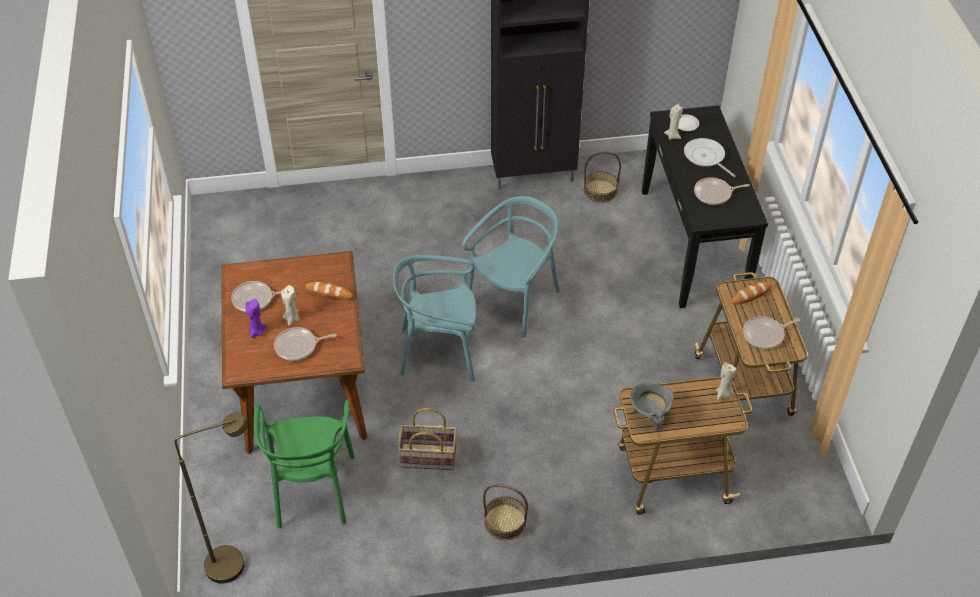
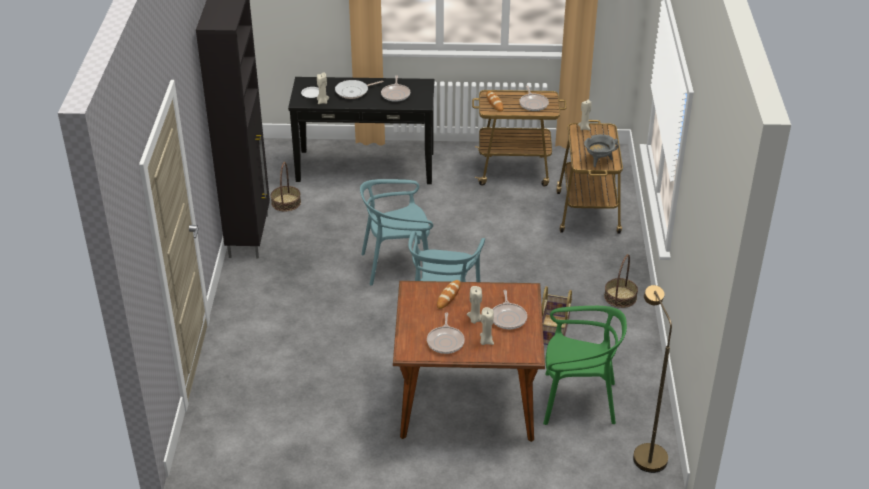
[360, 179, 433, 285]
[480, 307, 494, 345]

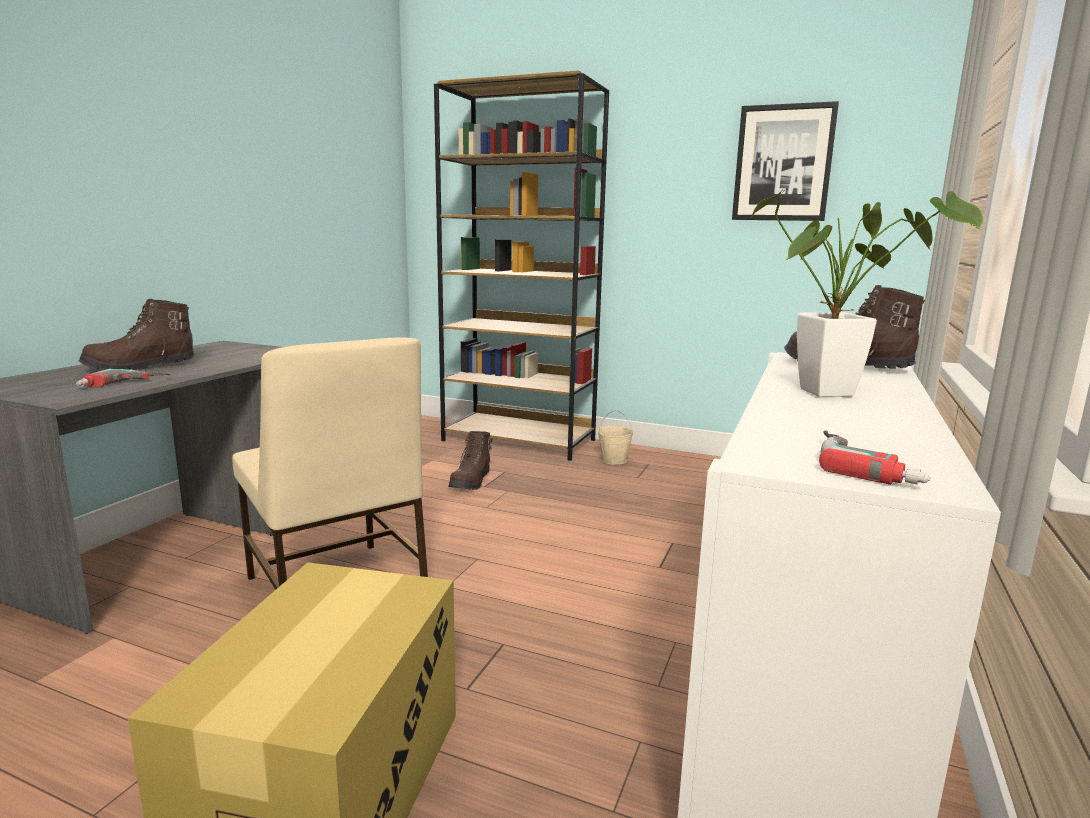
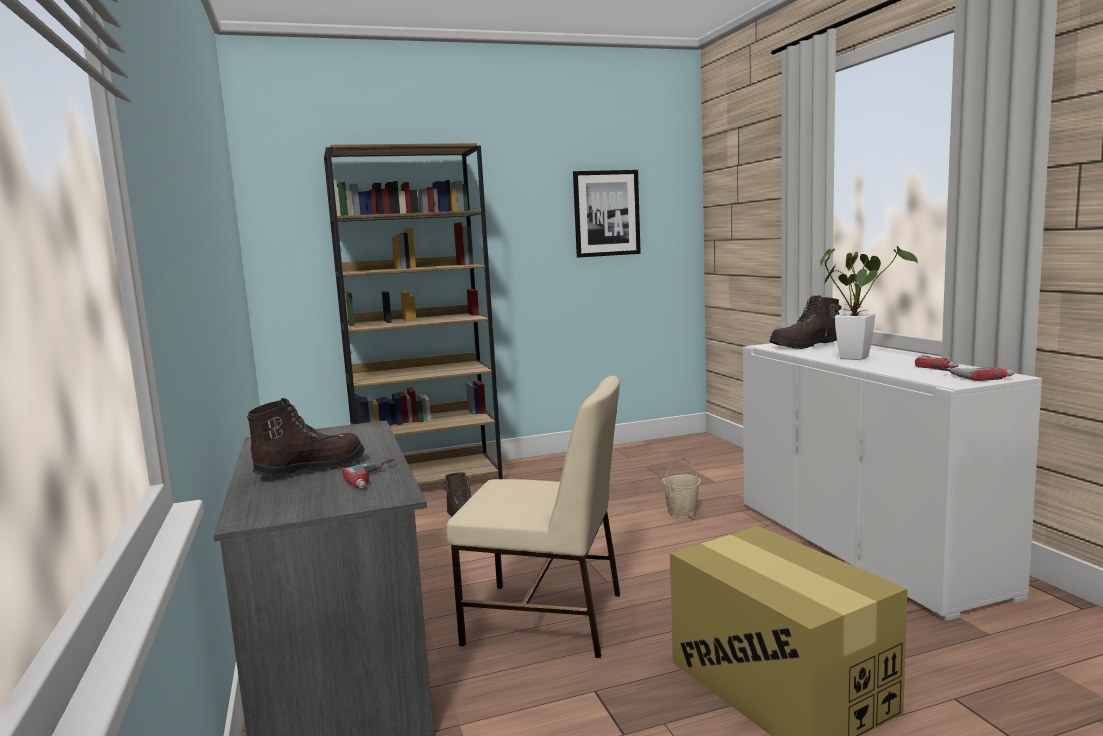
[247, 398, 365, 476]
[662, 458, 700, 517]
[915, 355, 959, 369]

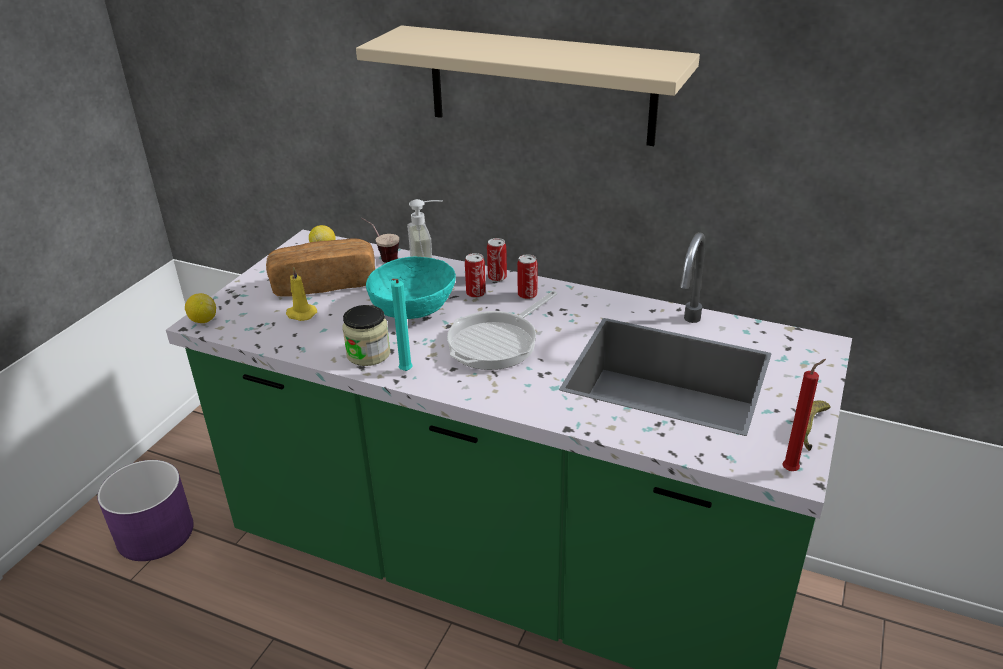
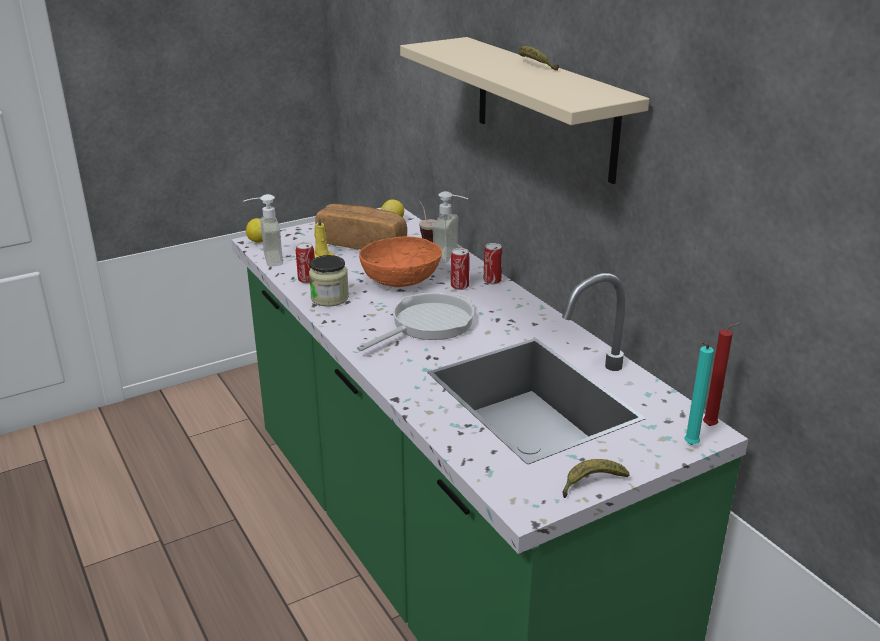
[296, 242, 315, 283]
[359, 237, 442, 287]
[684, 342, 714, 445]
[357, 292, 474, 351]
[703, 322, 742, 426]
[97, 460, 194, 561] (first image)
[519, 46, 559, 71]
[243, 194, 283, 267]

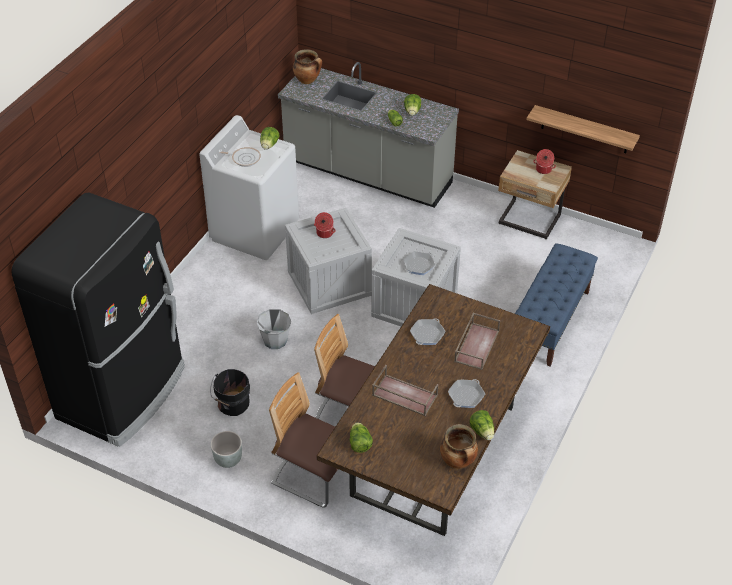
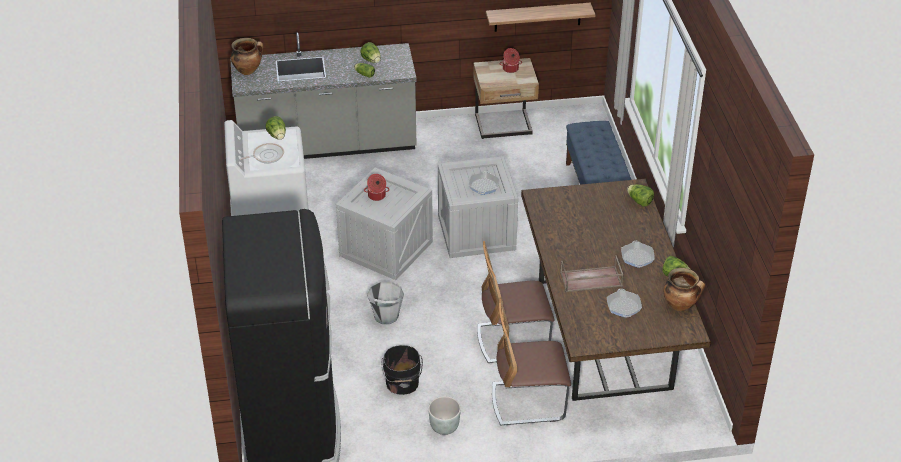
[454, 312, 500, 370] (first image)
[607, 289, 642, 318]
[627, 184, 654, 207]

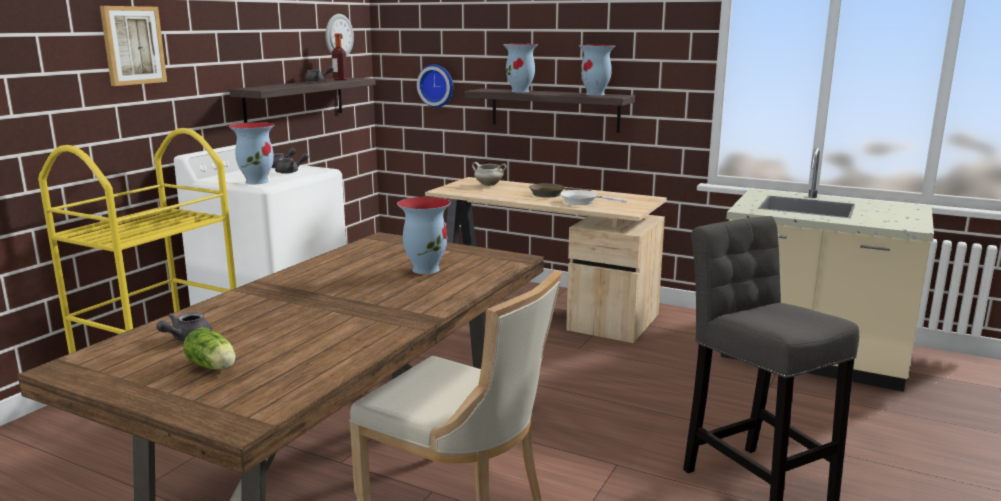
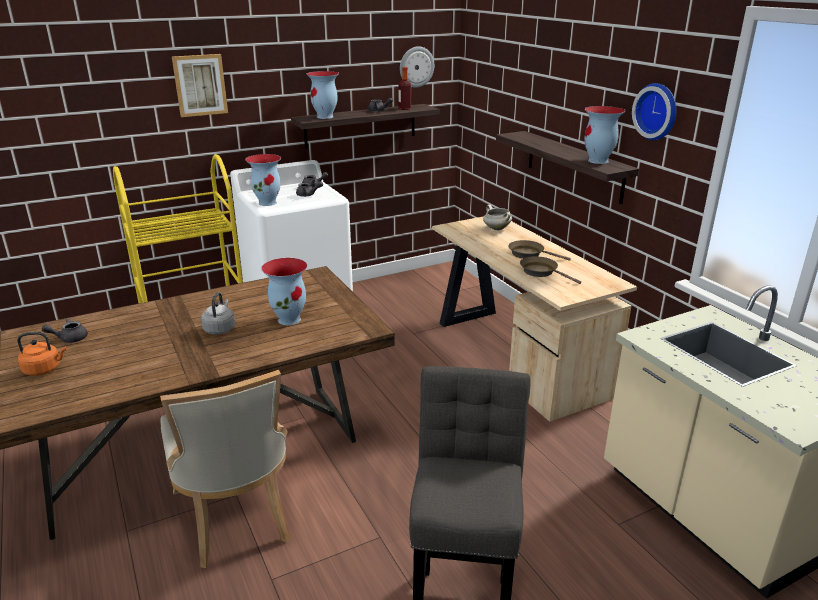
[307, 71, 339, 119]
[632, 83, 677, 140]
[520, 257, 581, 284]
[17, 332, 67, 376]
[201, 292, 235, 335]

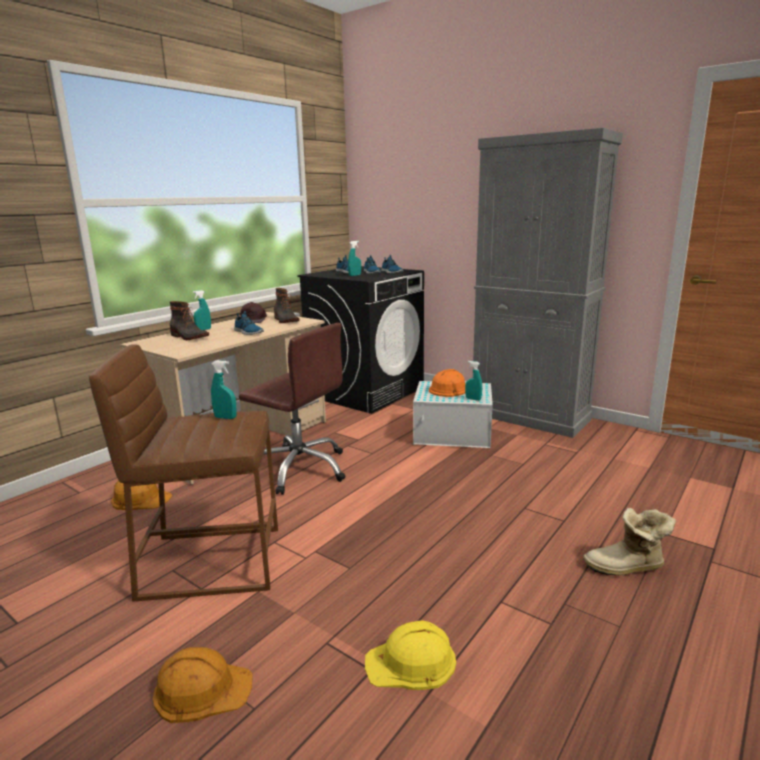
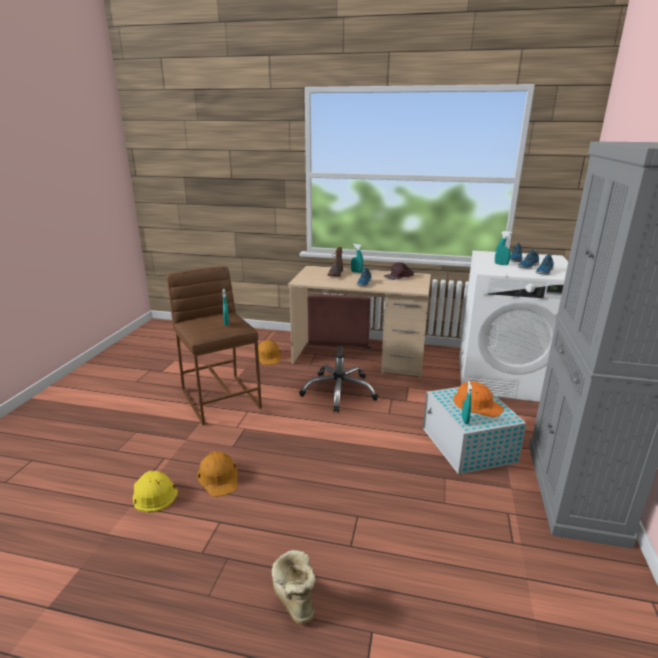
[459, 250, 568, 402]
[274, 288, 300, 323] (first image)
[197, 451, 238, 497]

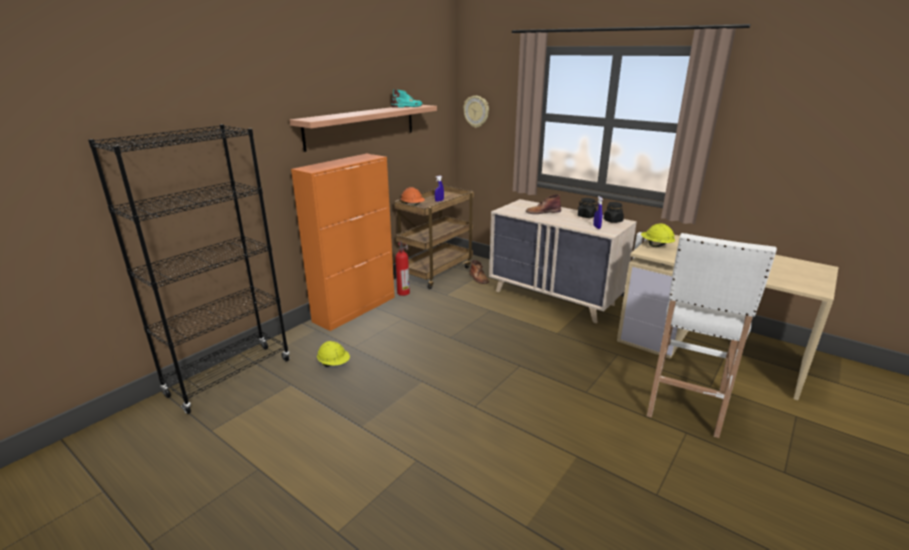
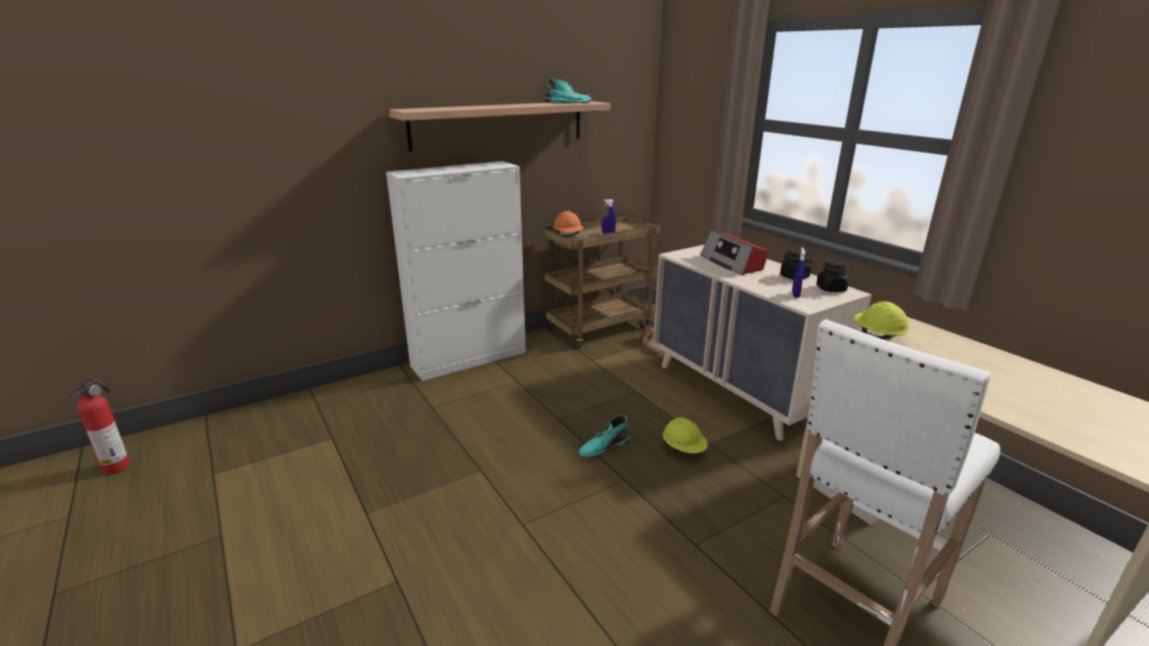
[463, 96, 489, 128] (first image)
[88, 124, 290, 414] (first image)
[386, 161, 526, 381]
[700, 229, 767, 275]
[70, 375, 130, 475]
[663, 417, 708, 453]
[578, 415, 630, 458]

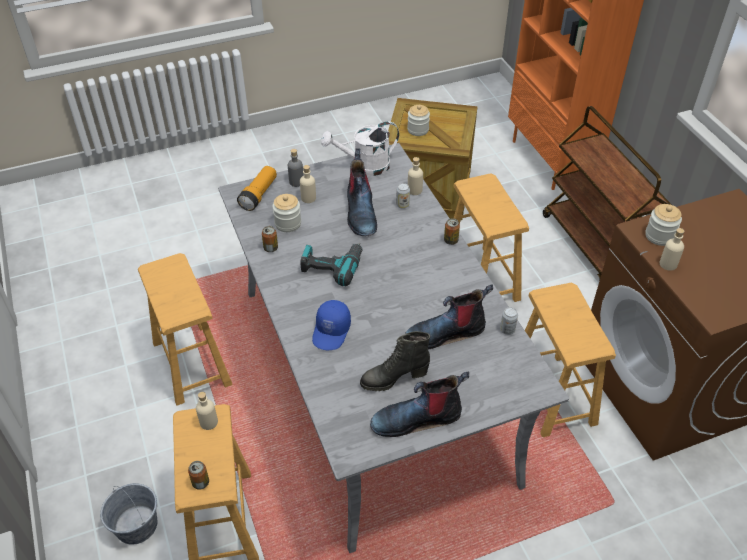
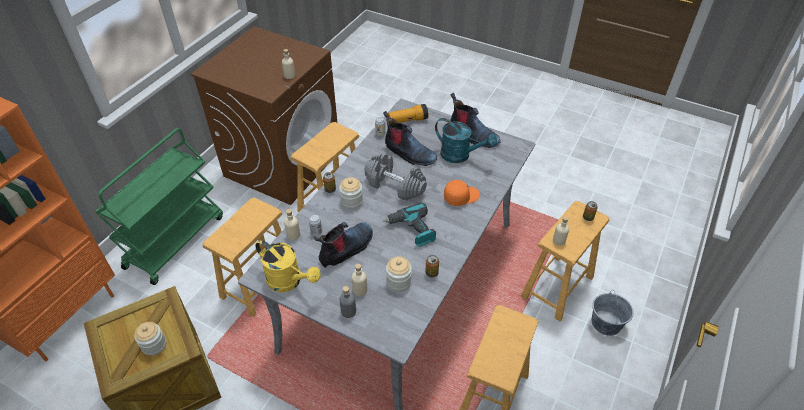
[95, 128, 223, 285]
[255, 240, 321, 292]
[388, 104, 429, 123]
[339, 177, 363, 209]
[444, 180, 480, 206]
[435, 118, 497, 163]
[365, 153, 427, 201]

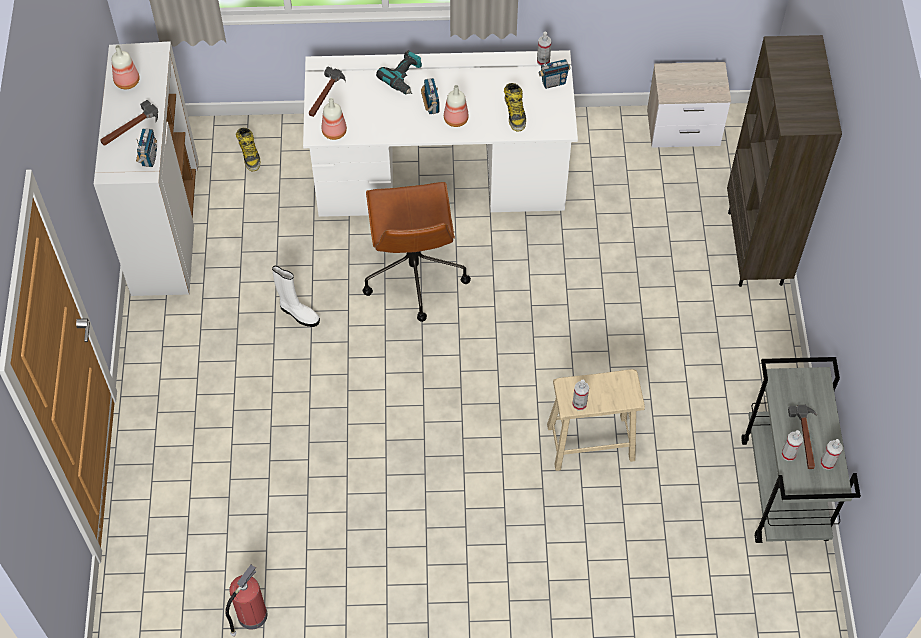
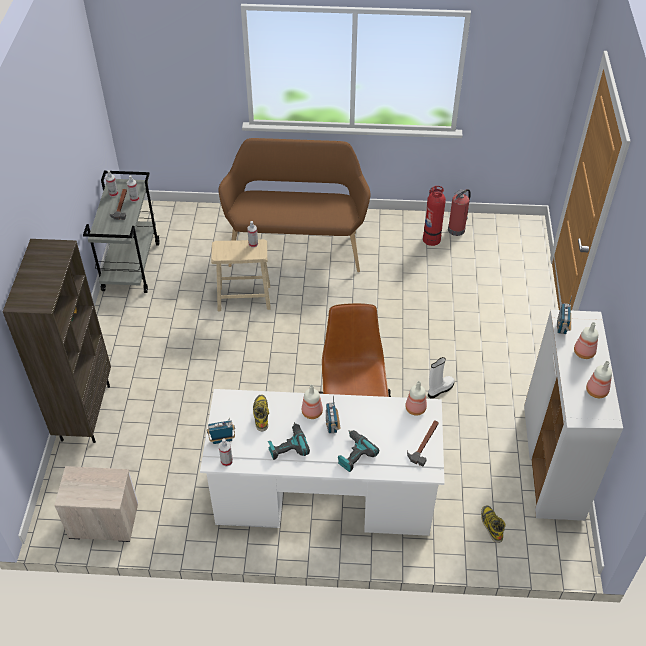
[574, 322, 598, 359]
[428, 357, 455, 399]
[218, 138, 371, 272]
[423, 186, 446, 246]
[268, 422, 310, 460]

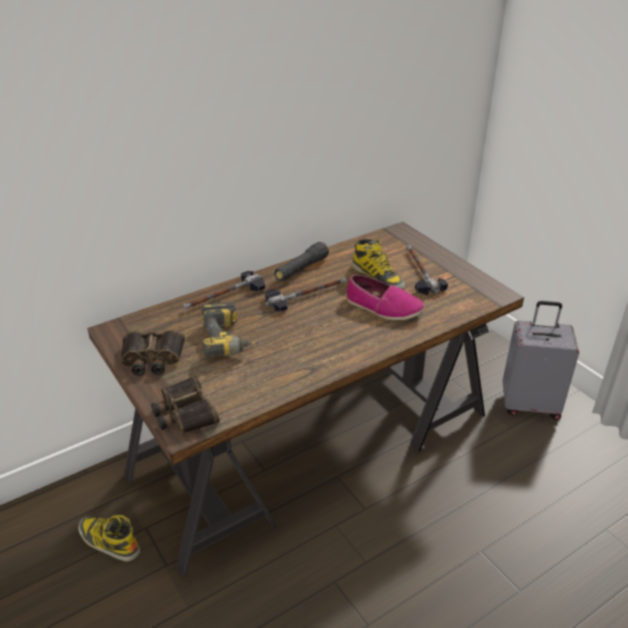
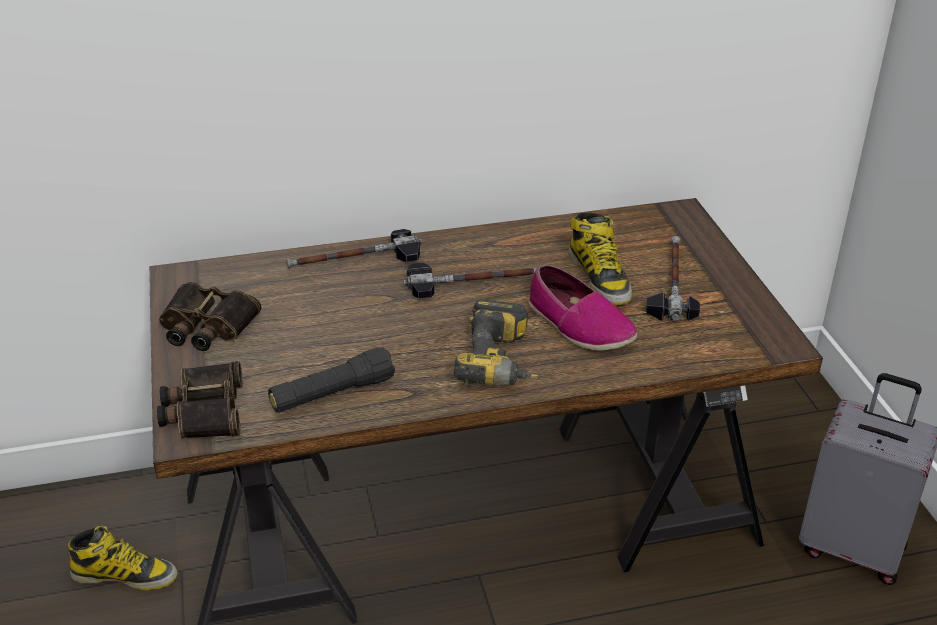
[268, 347, 395, 412]
[454, 299, 544, 386]
[67, 526, 178, 590]

